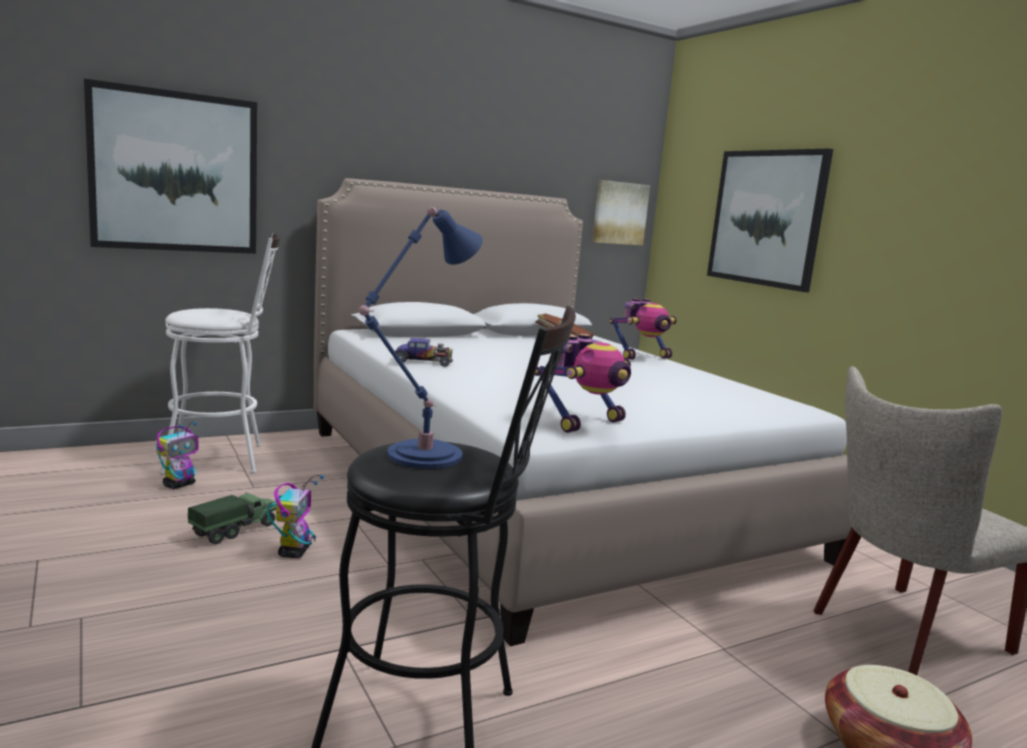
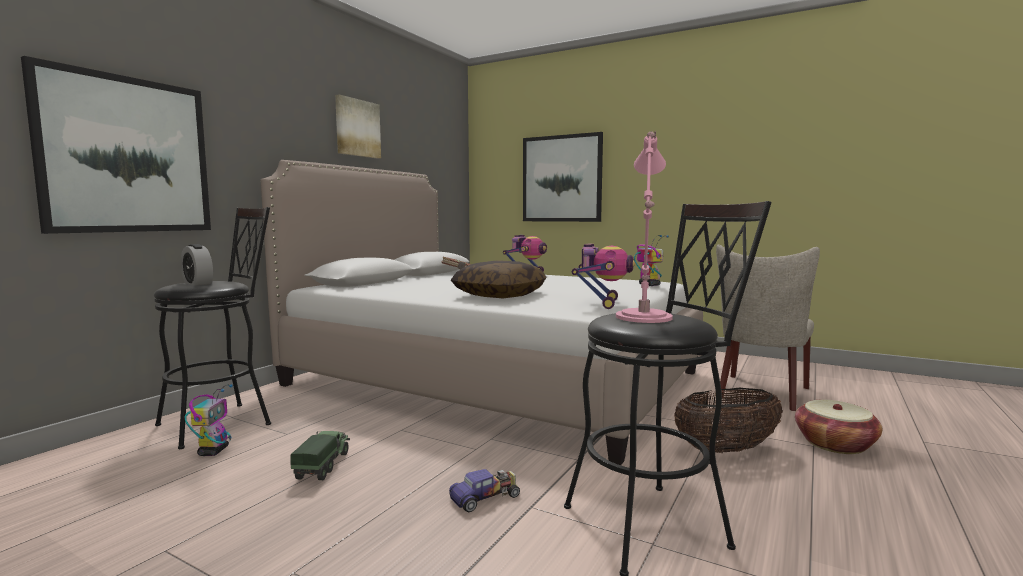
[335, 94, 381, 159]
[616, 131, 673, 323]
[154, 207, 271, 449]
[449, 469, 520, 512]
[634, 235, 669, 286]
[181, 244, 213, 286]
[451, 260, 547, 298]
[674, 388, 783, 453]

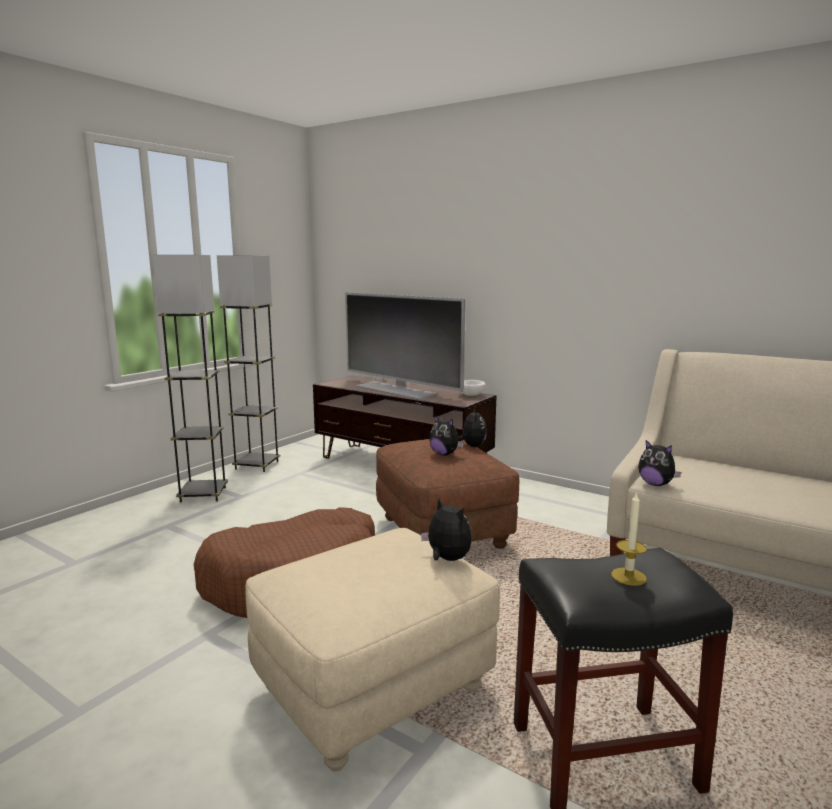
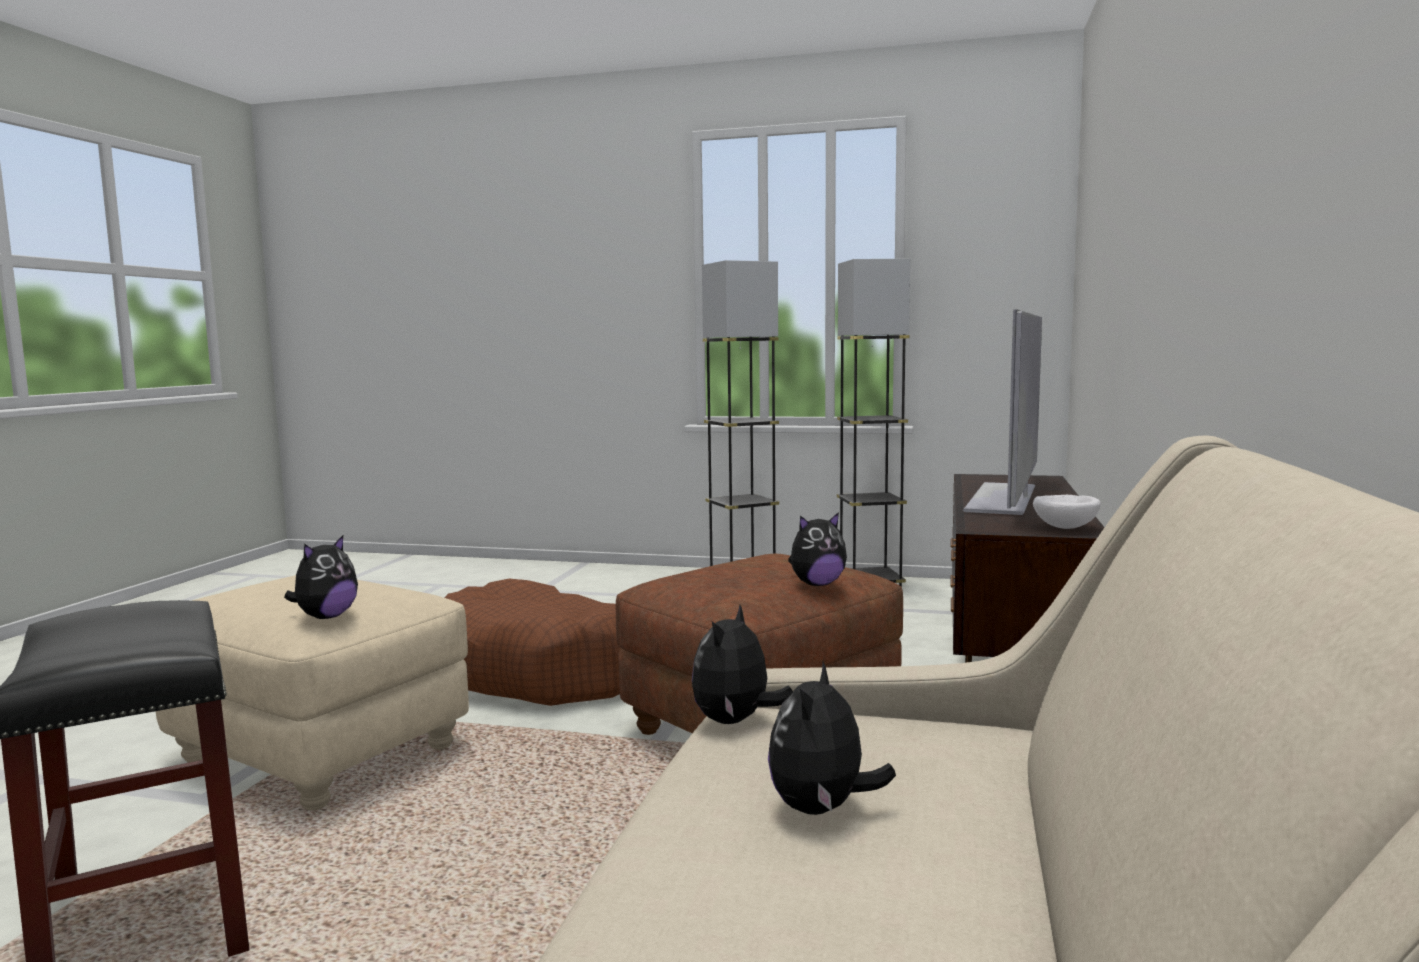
[768, 662, 896, 815]
[611, 491, 647, 586] (first image)

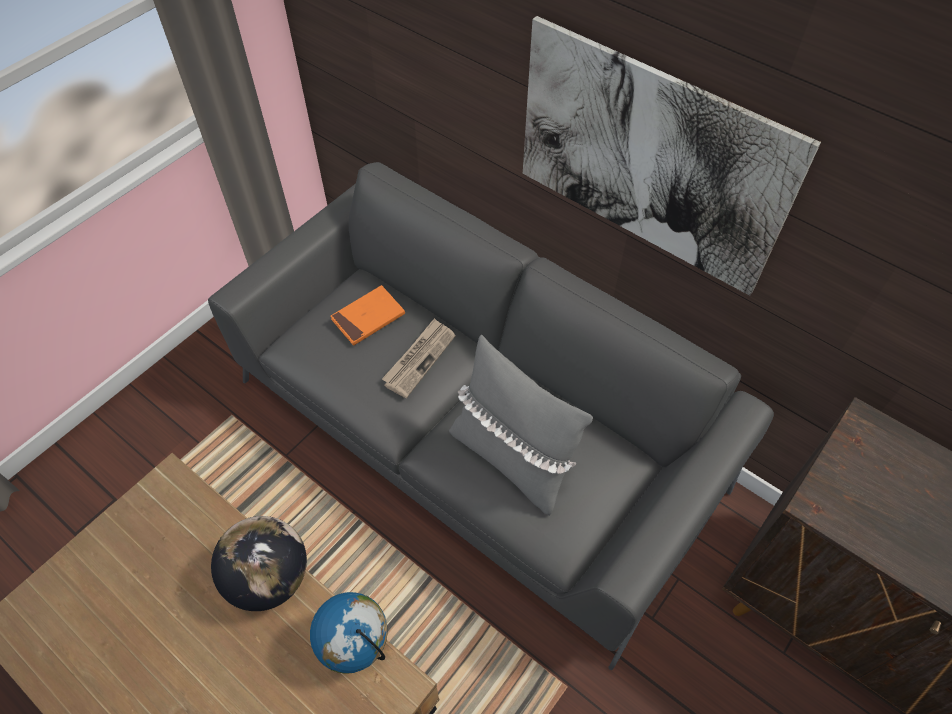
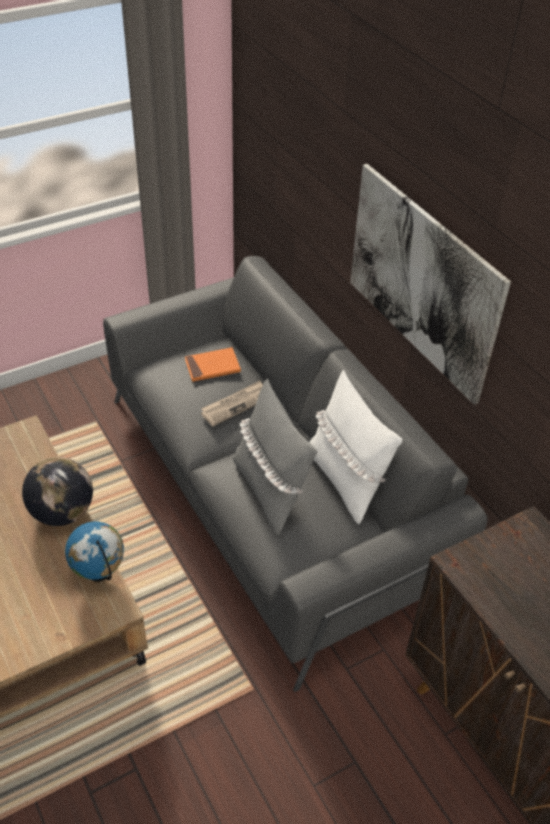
[309, 370, 402, 524]

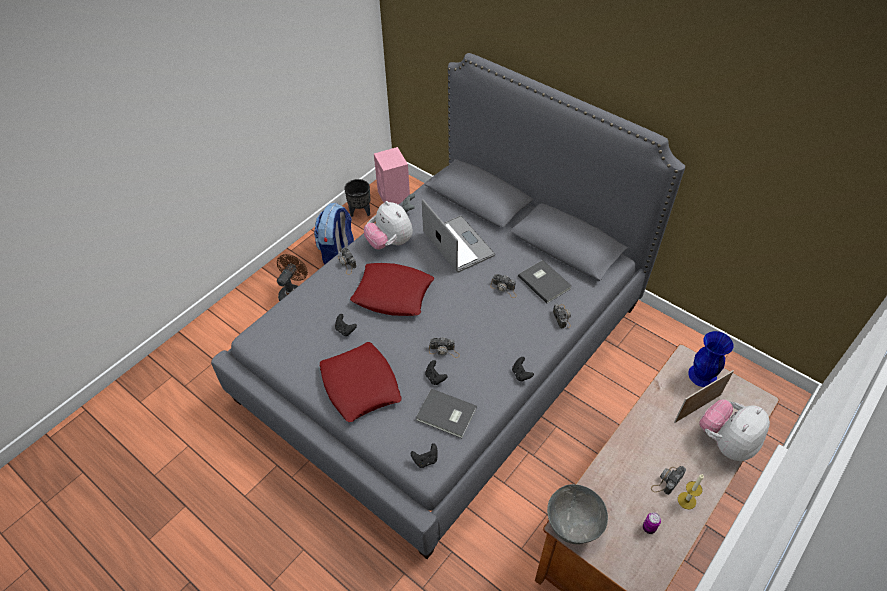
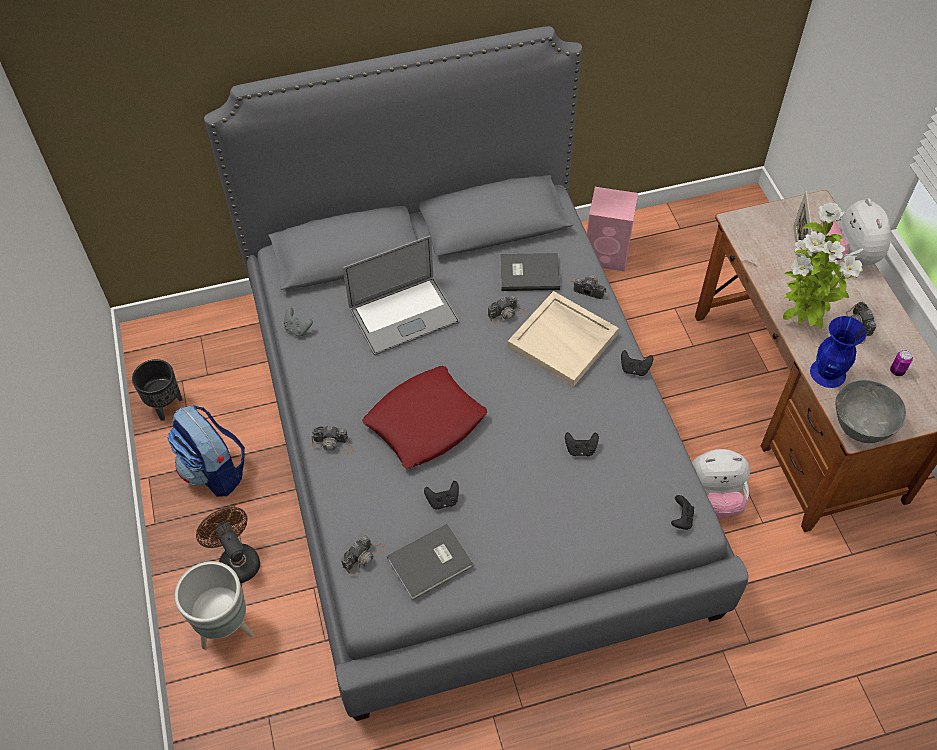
[587, 187, 638, 272]
[343, 235, 459, 355]
[692, 449, 750, 518]
[810, 316, 866, 388]
[341, 535, 386, 576]
[319, 342, 402, 422] (first image)
[387, 524, 473, 600]
[678, 474, 704, 509] (first image)
[783, 203, 863, 329]
[508, 291, 619, 387]
[175, 561, 254, 649]

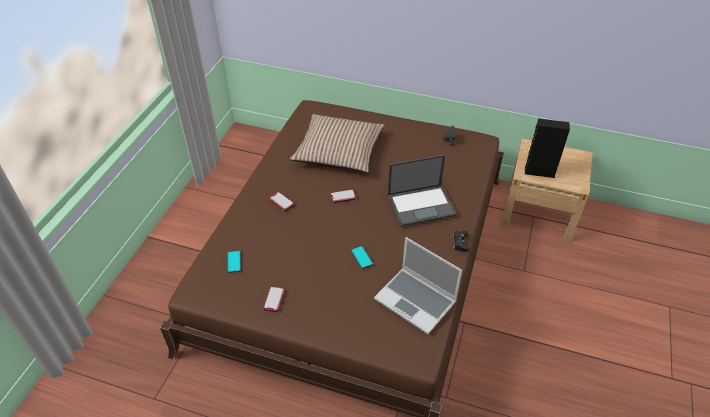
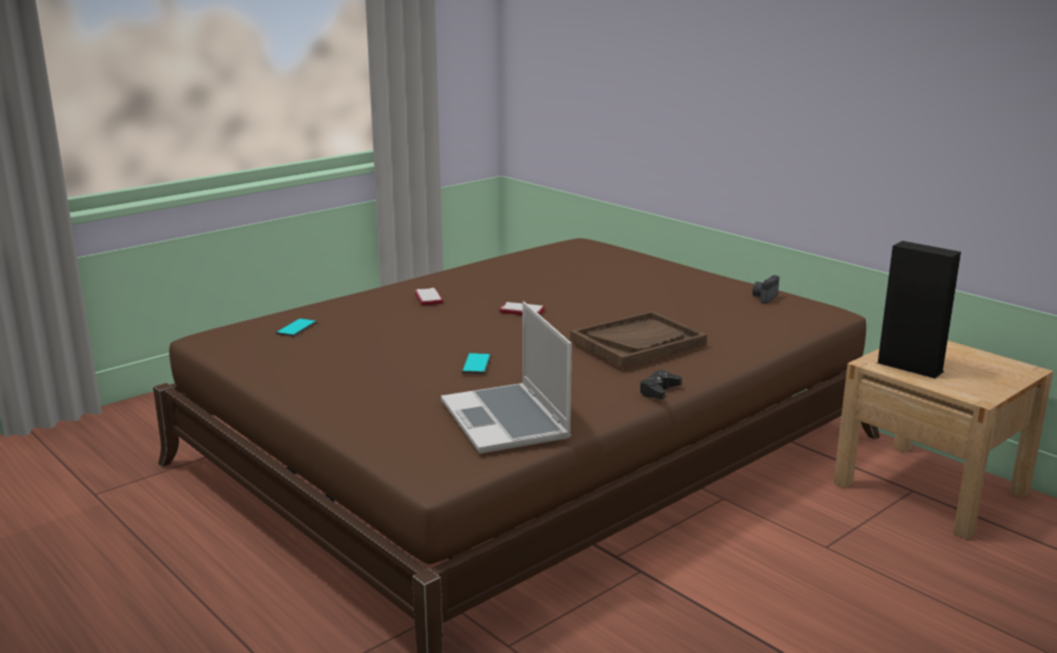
[290, 114, 385, 173] (first image)
[570, 311, 707, 368]
[263, 286, 285, 312] (first image)

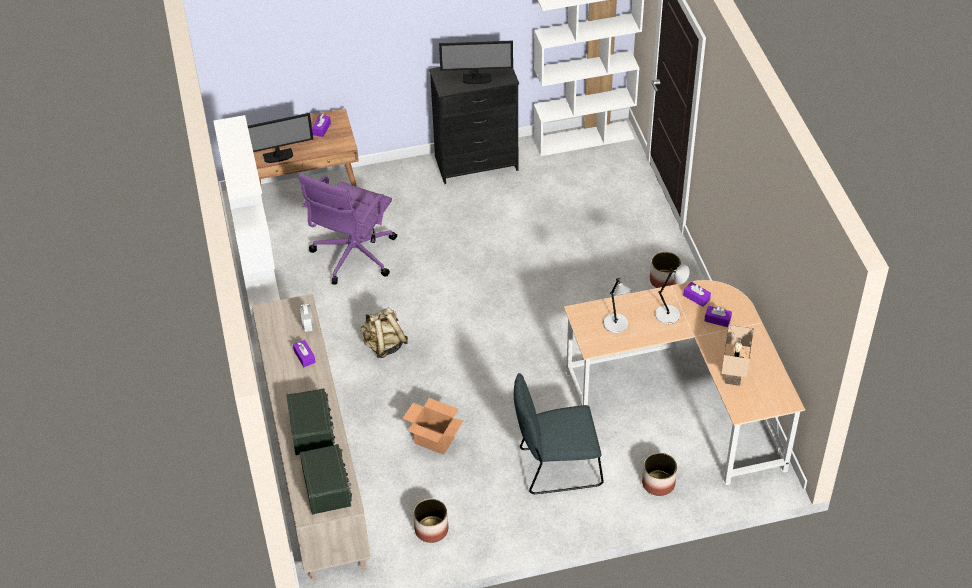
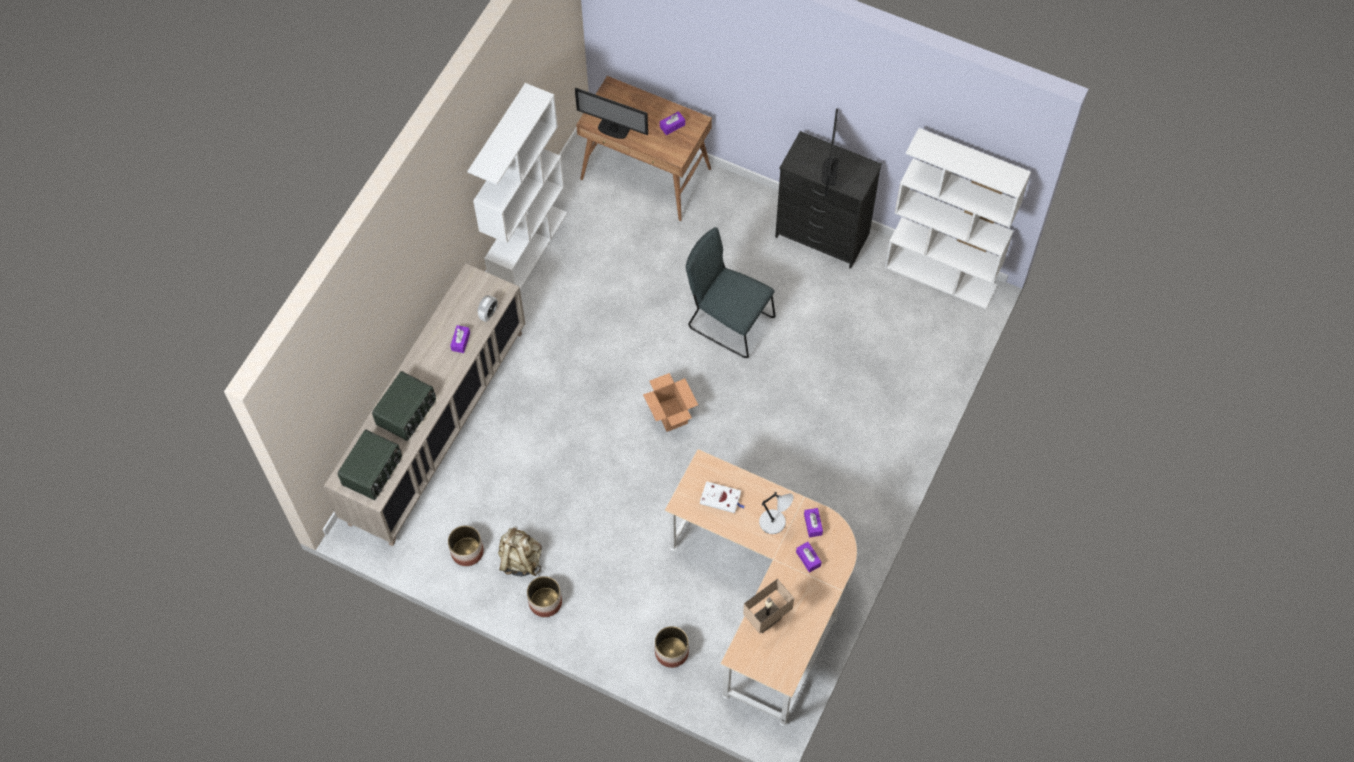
[821, 109, 839, 196]
[299, 174, 397, 285] (first image)
[527, 576, 562, 617]
[700, 481, 744, 513]
[498, 526, 542, 576]
[686, 227, 776, 358]
[643, 373, 698, 432]

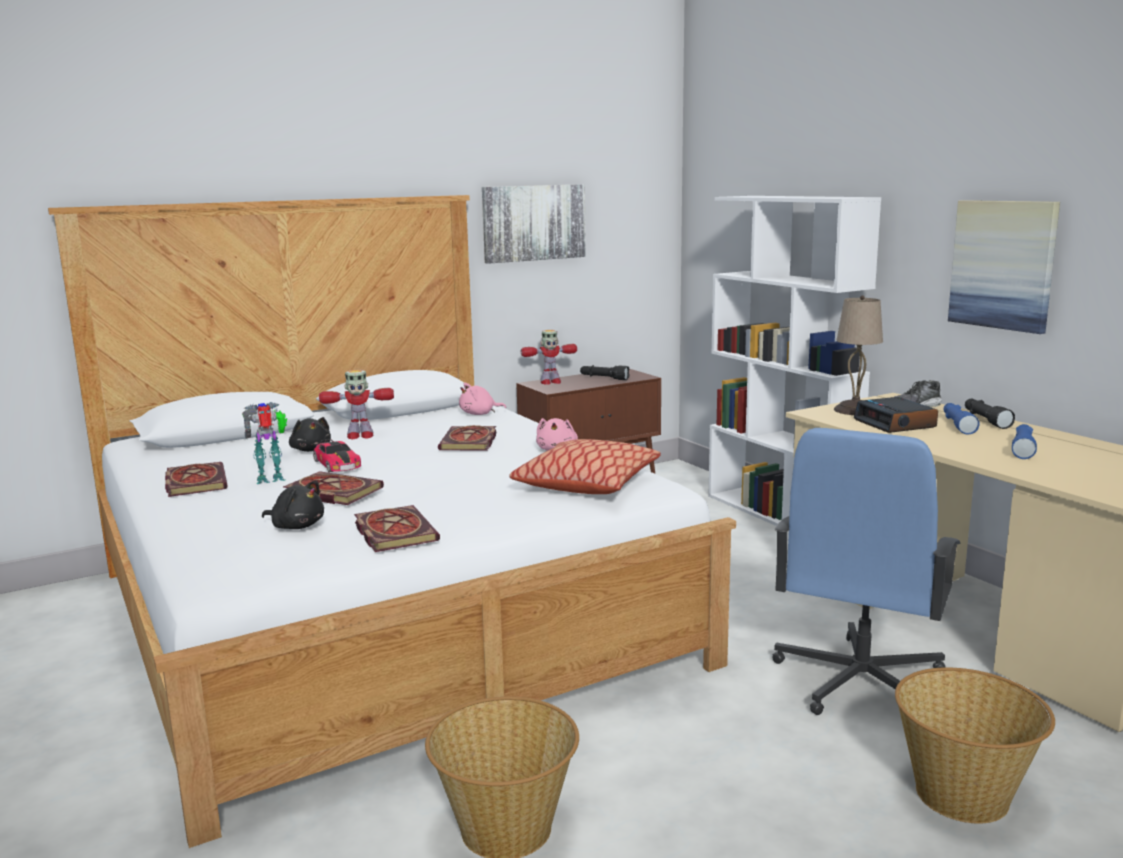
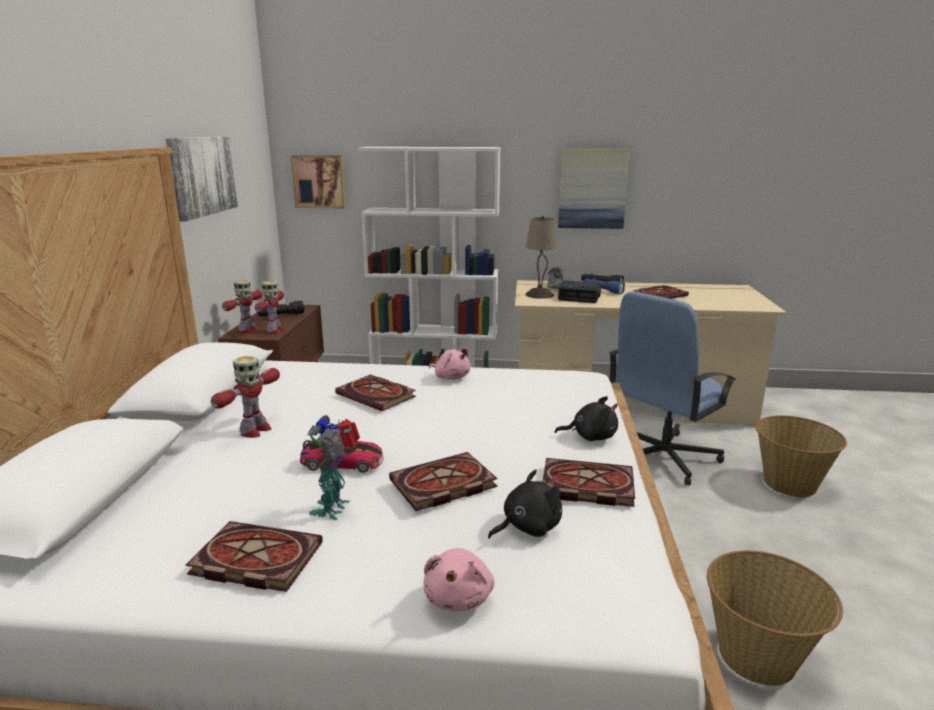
[423, 548, 495, 611]
[555, 396, 618, 441]
[633, 285, 689, 299]
[609, 291, 736, 485]
[509, 439, 661, 494] (first image)
[291, 155, 346, 209]
[255, 281, 285, 334]

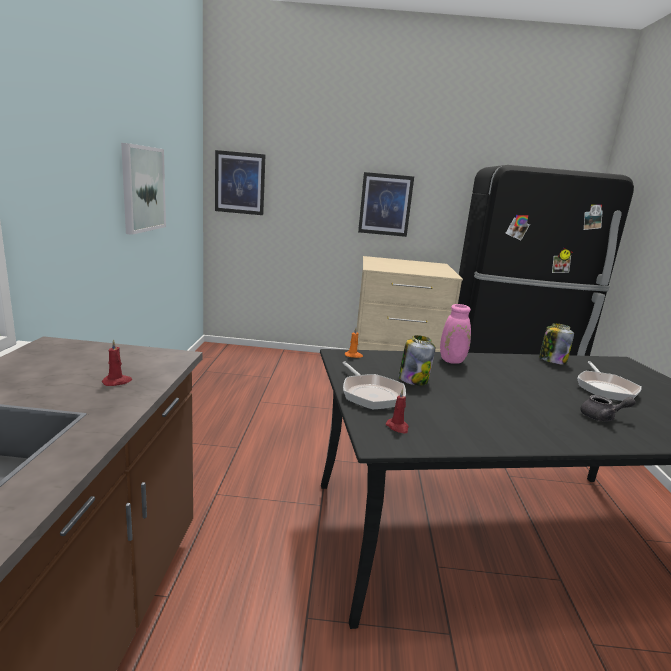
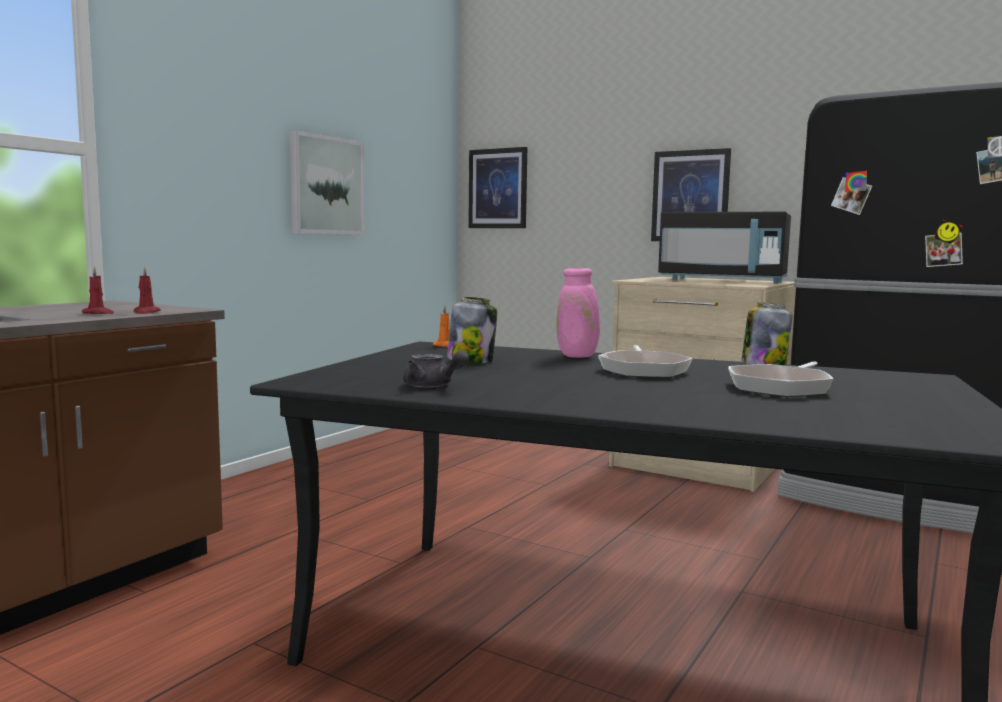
[598, 345, 693, 378]
[134, 266, 161, 314]
[403, 351, 469, 388]
[658, 212, 791, 283]

